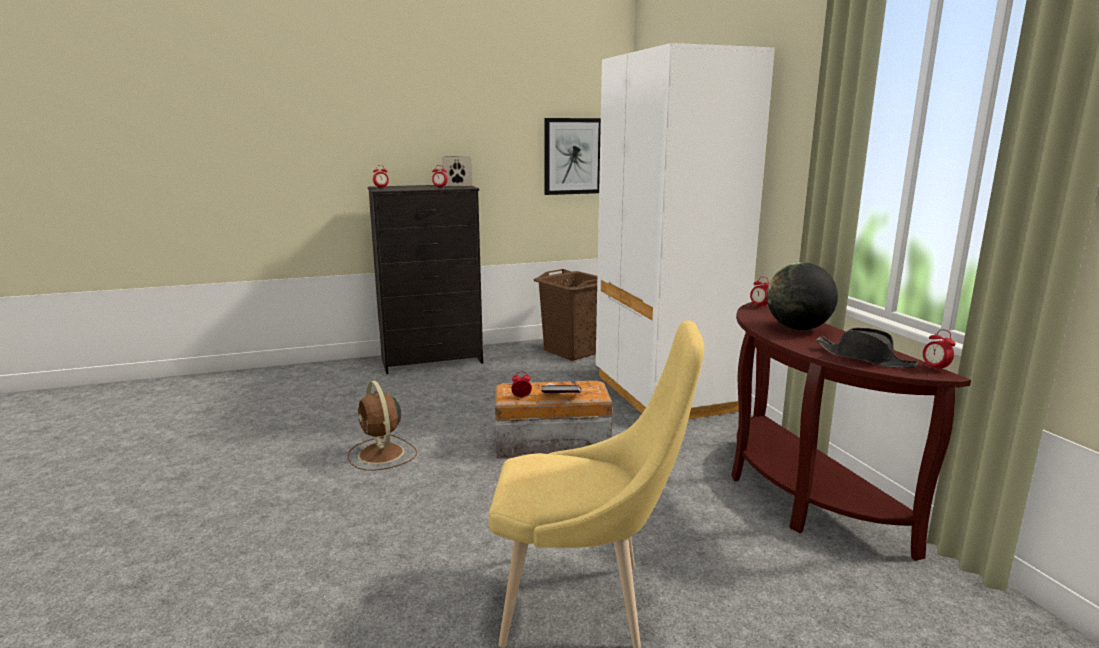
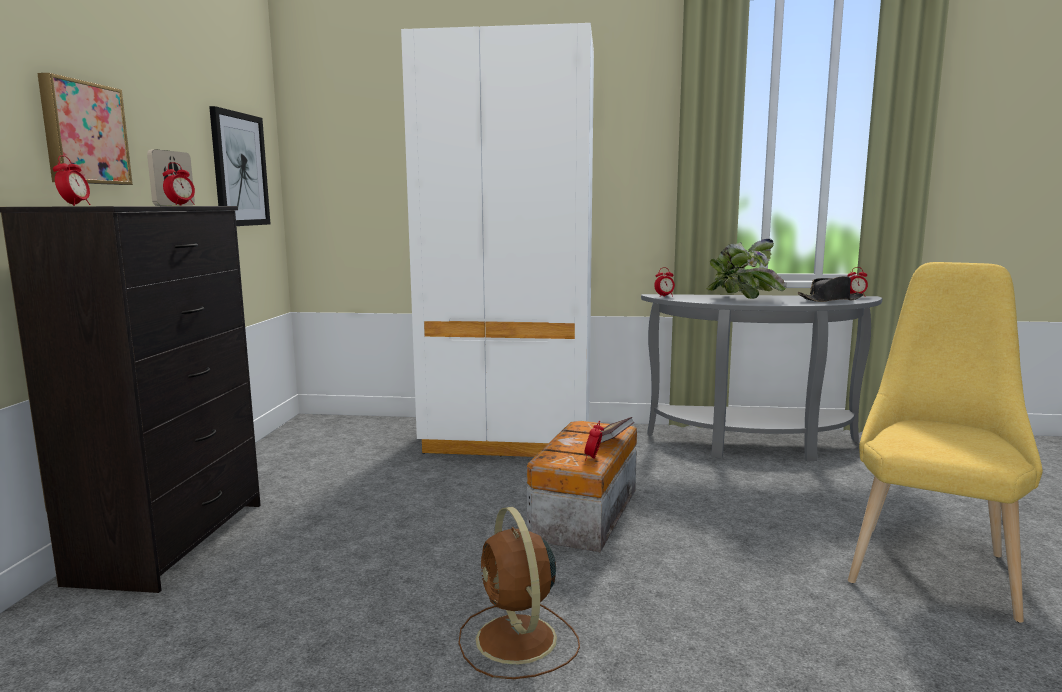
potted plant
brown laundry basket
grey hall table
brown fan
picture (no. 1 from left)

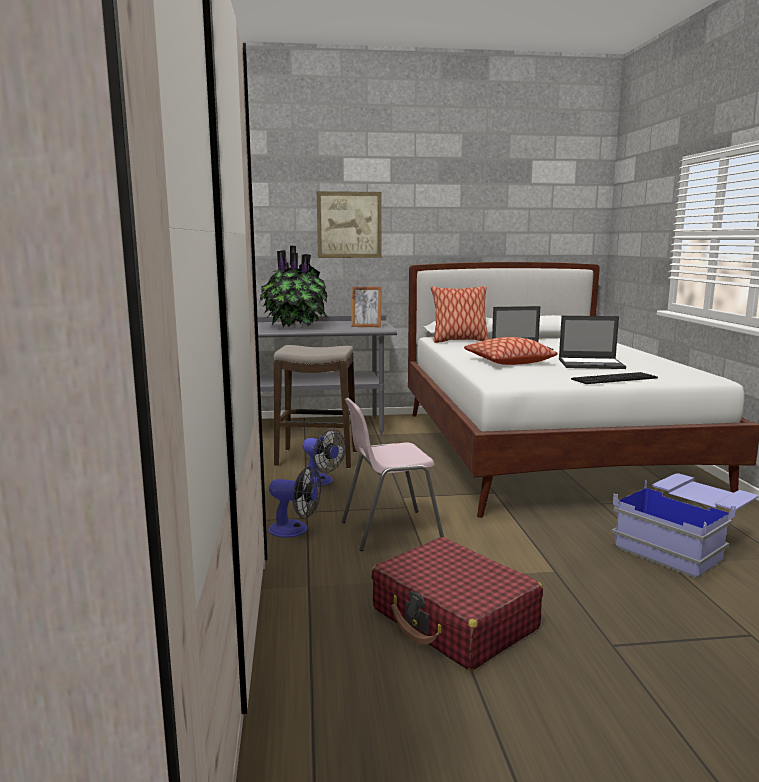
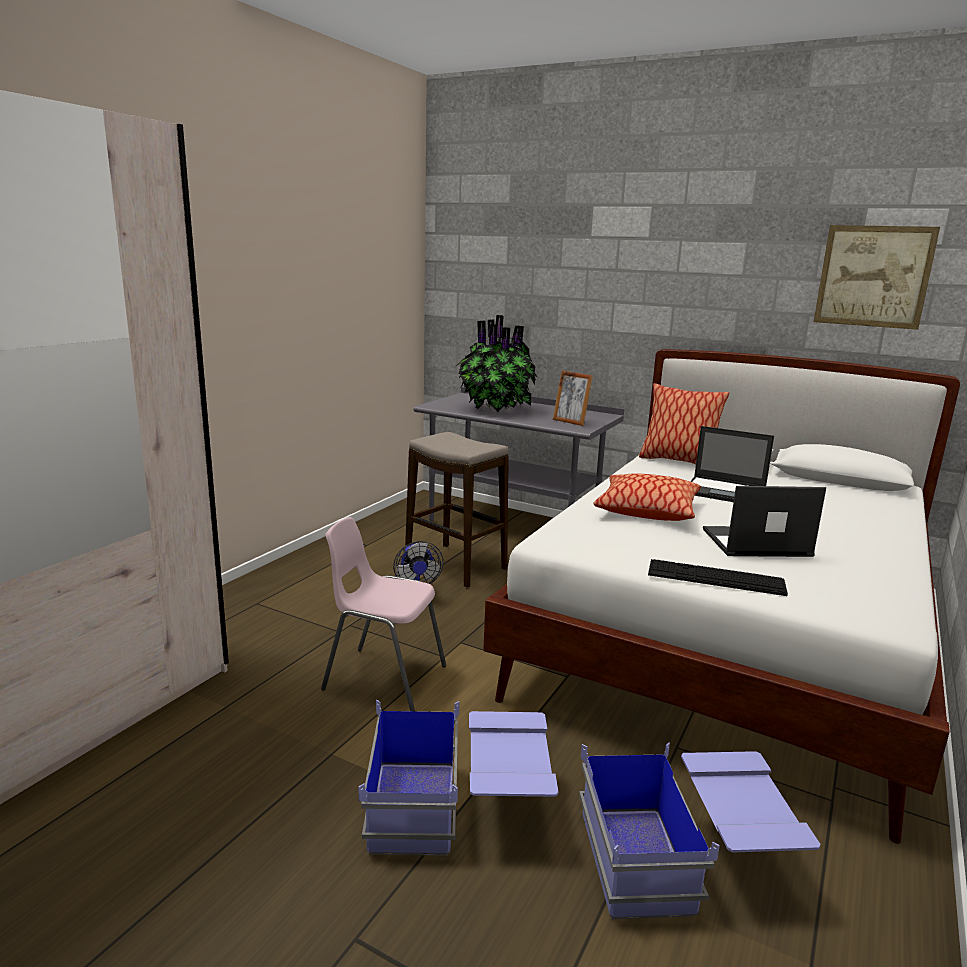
picture
notebook computer (no. 2 from left)
fan (no. 1 from left in the first image)
red-coloured piece of luggage
bluish storage bin (no. 1 from left)

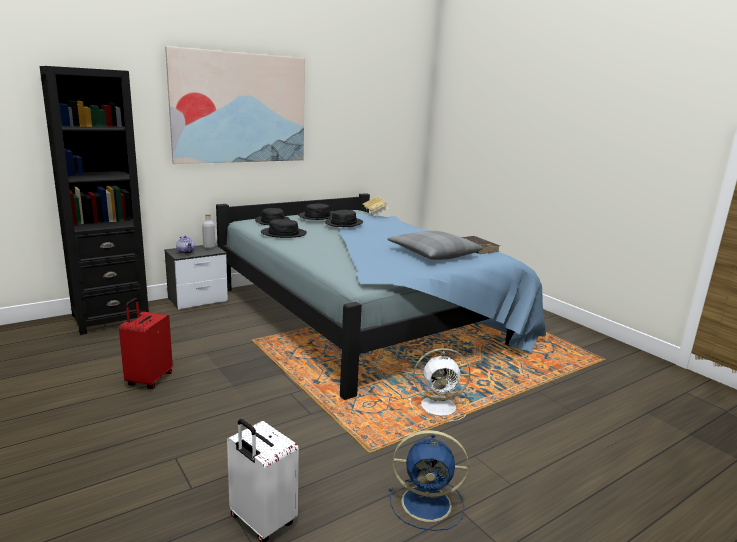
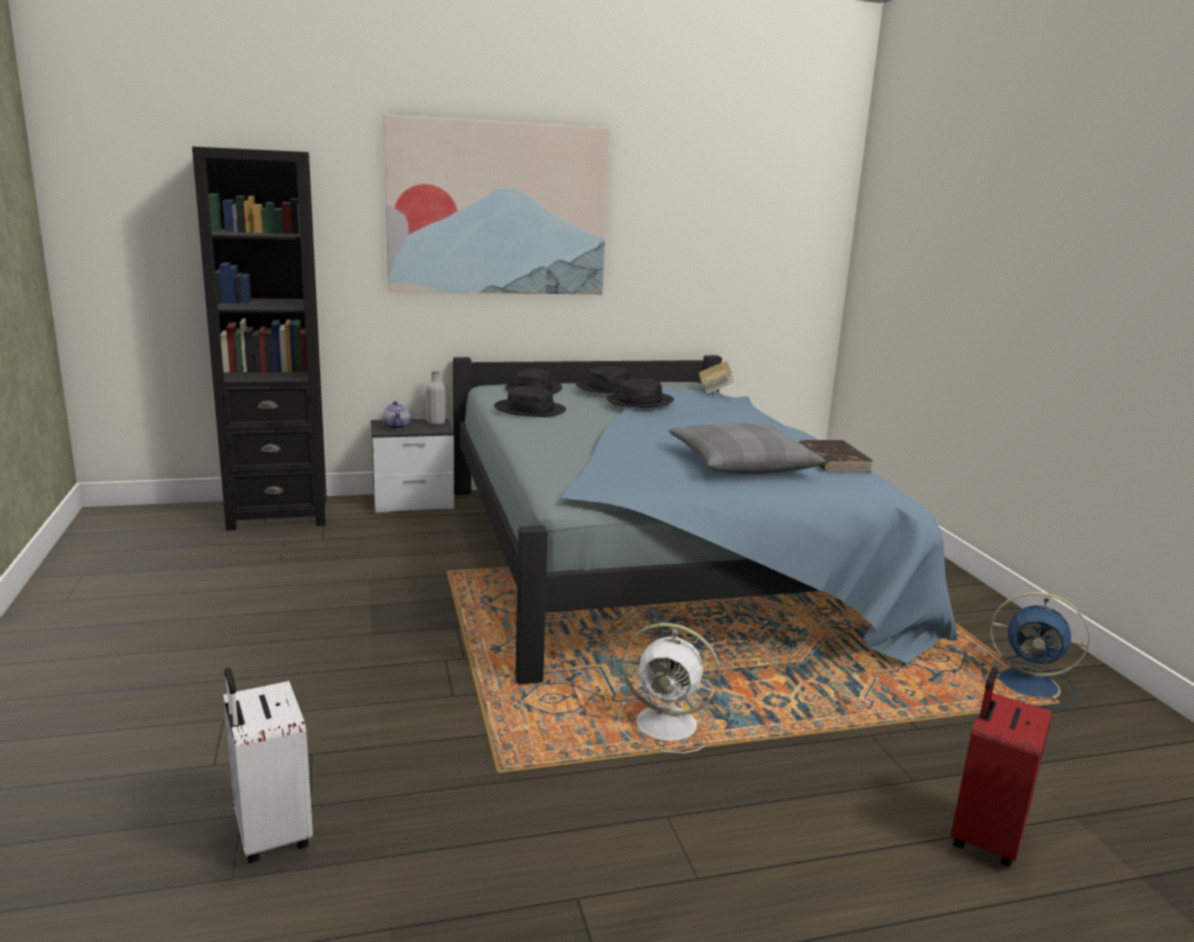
red-coloured piece of luggage
bluish fan

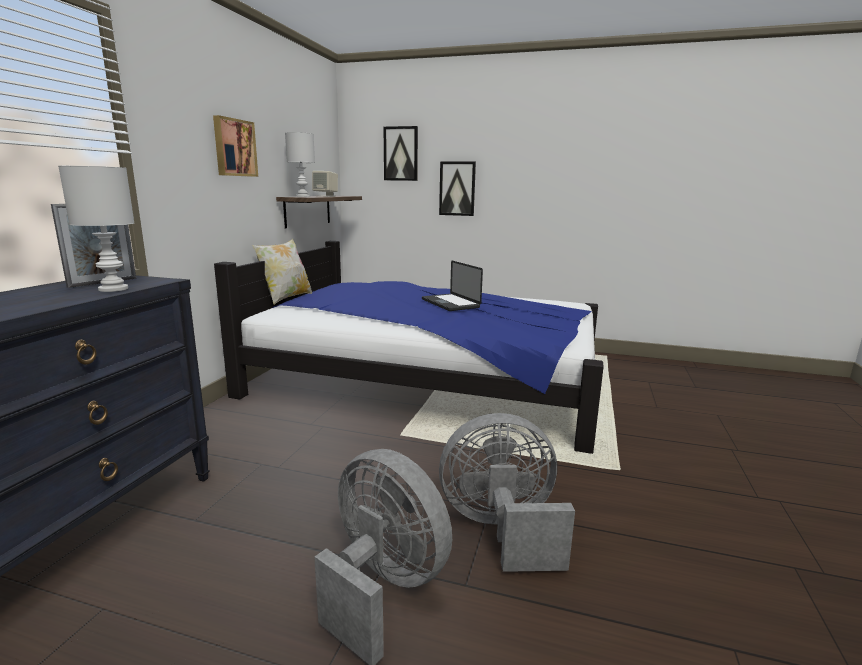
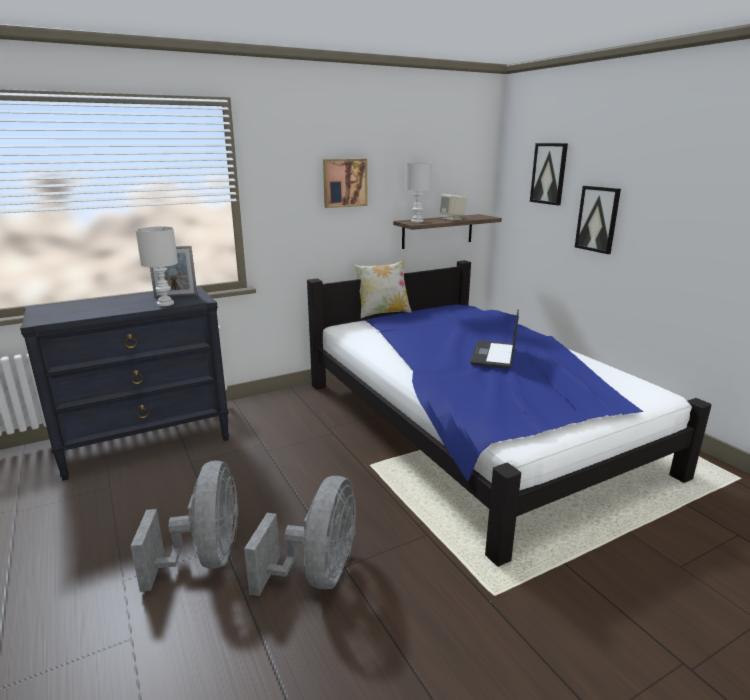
grey fan (no. 2 from left)

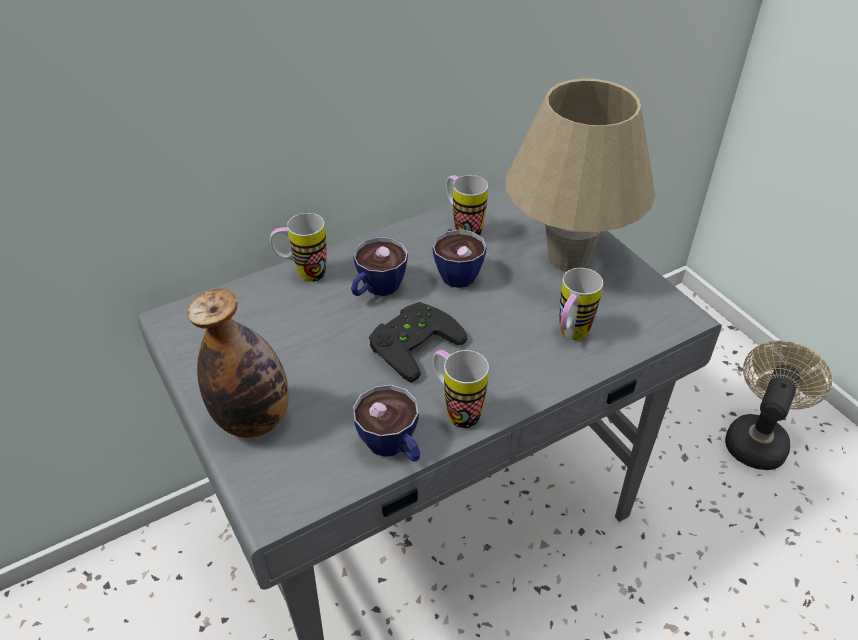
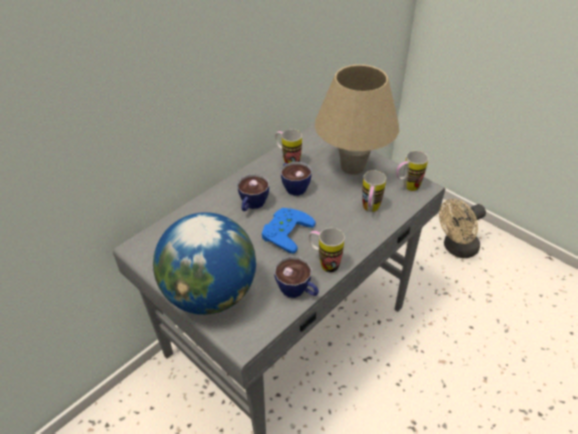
coffee mug (no. 4 from left)
desk globe
bluish game controller
sand-coloured fan

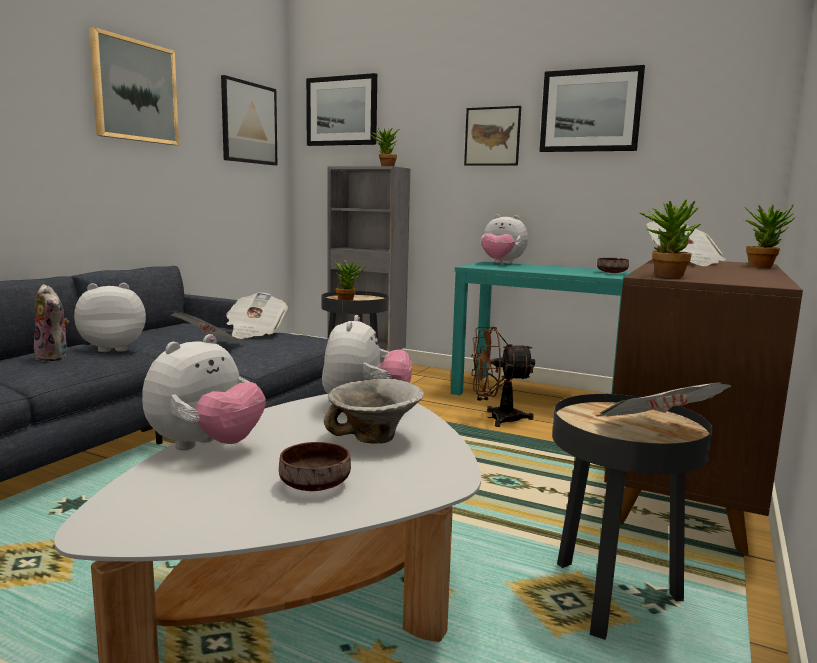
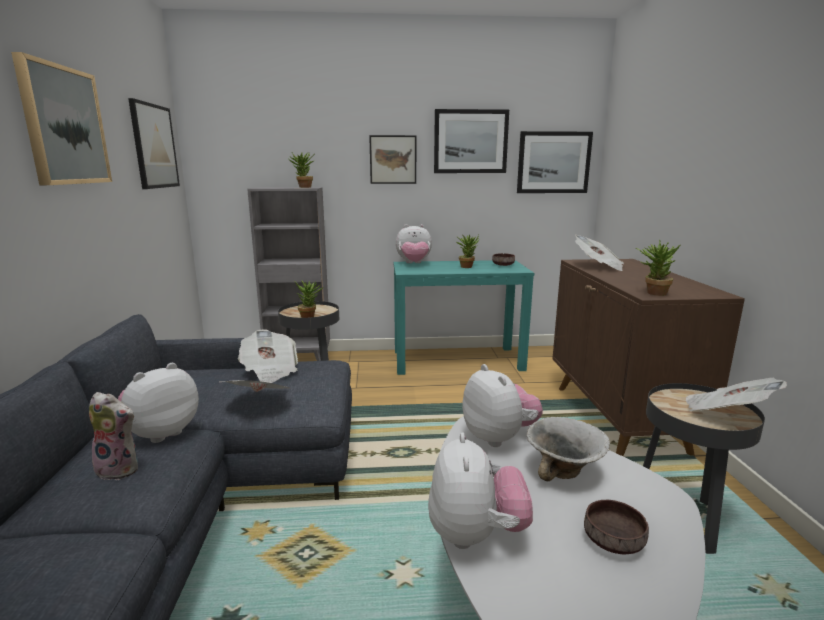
picture (no. 5 from left)
potted plant (no. 3 from left)
brown fan

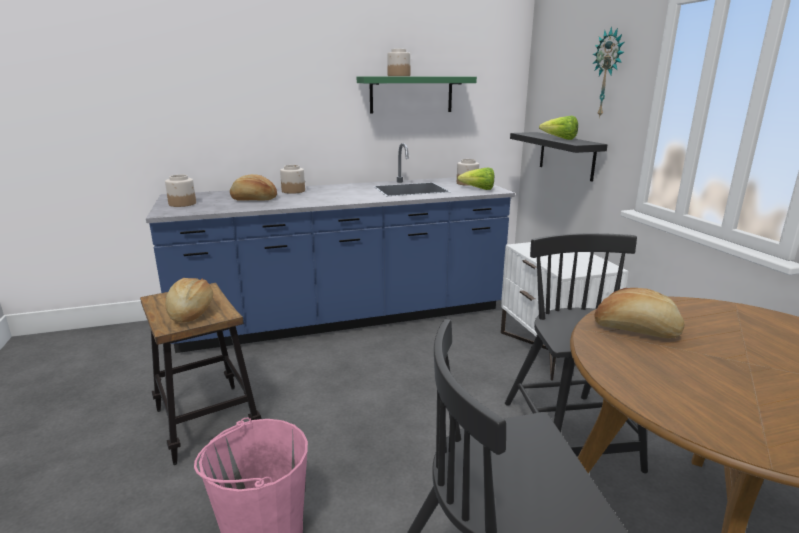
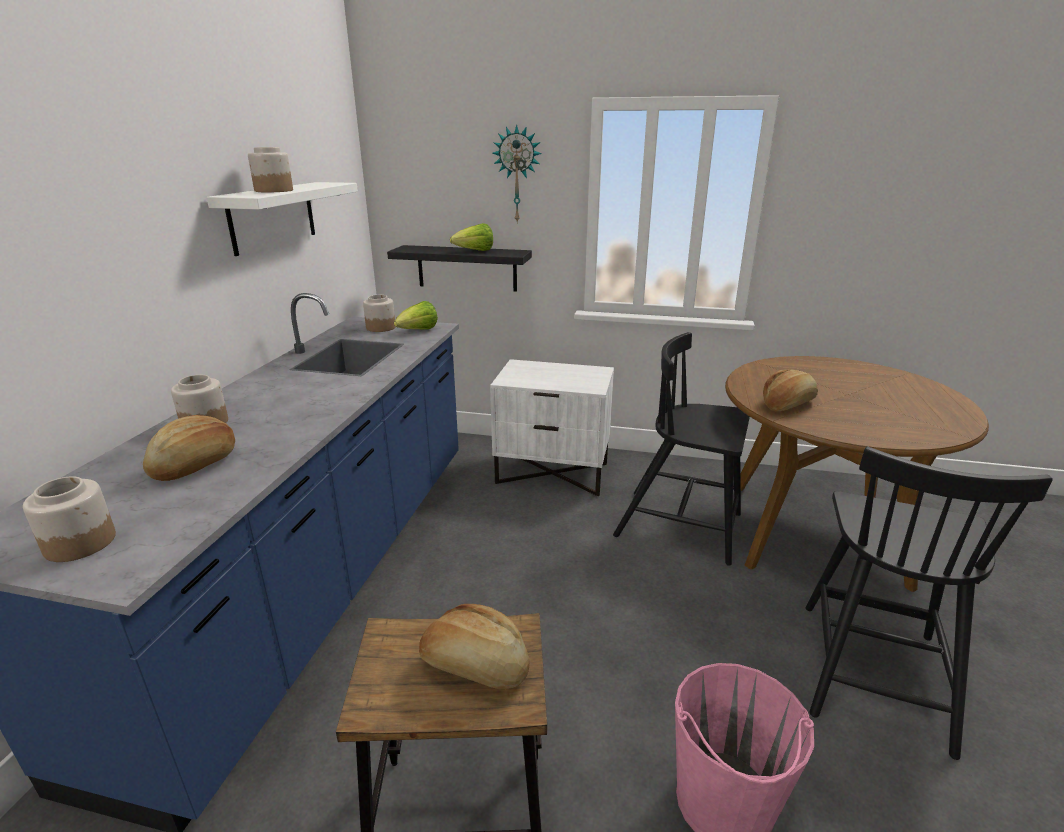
whitish wall shelf

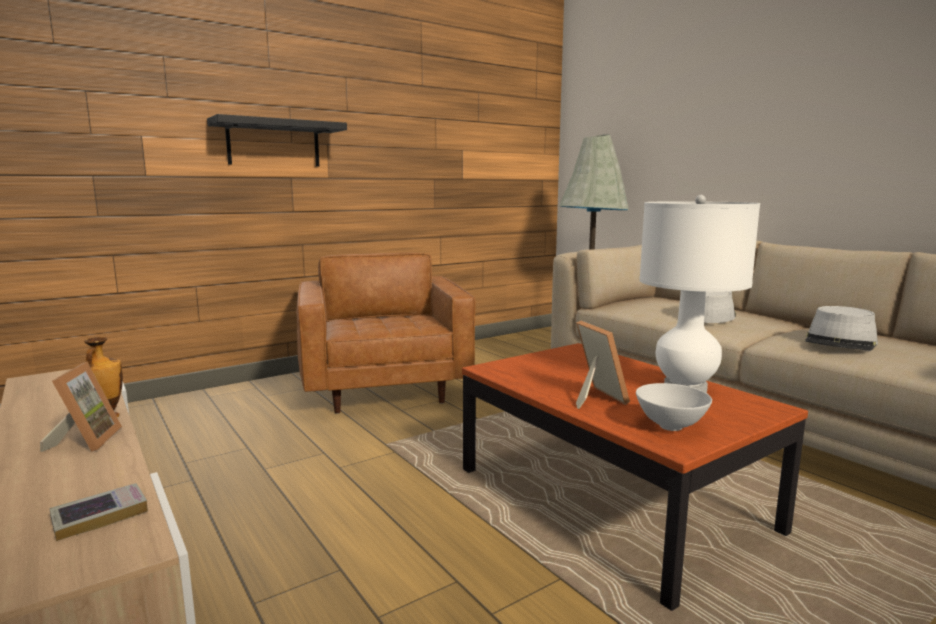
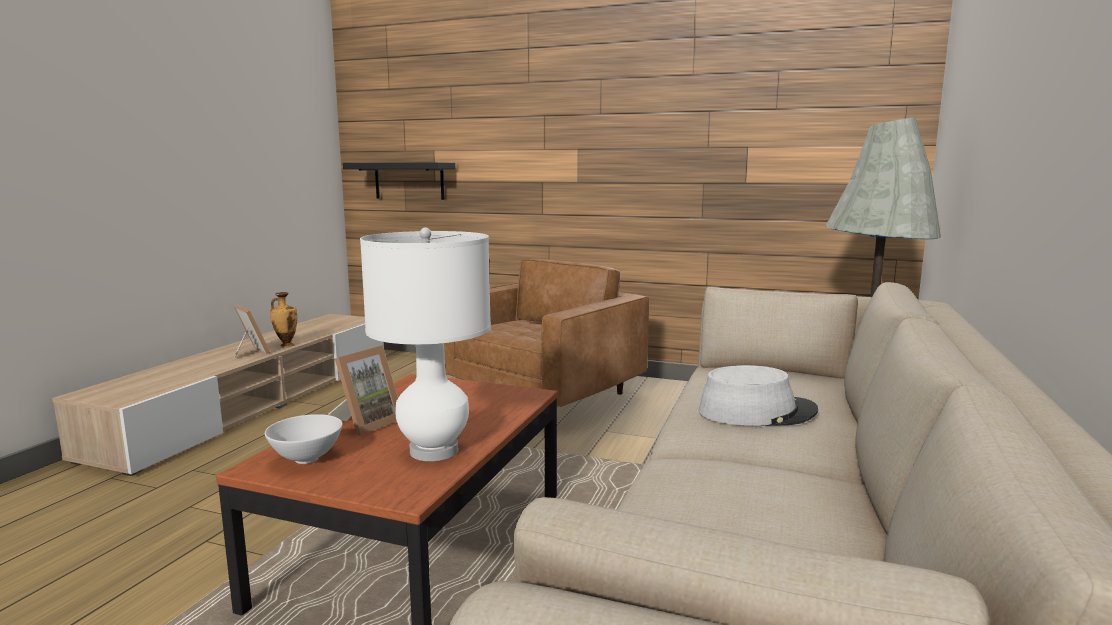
black-coloured wall shelf
grey wearable hat (no. 2 from left in the first image)
photo frame (no. 1 from left)
volume

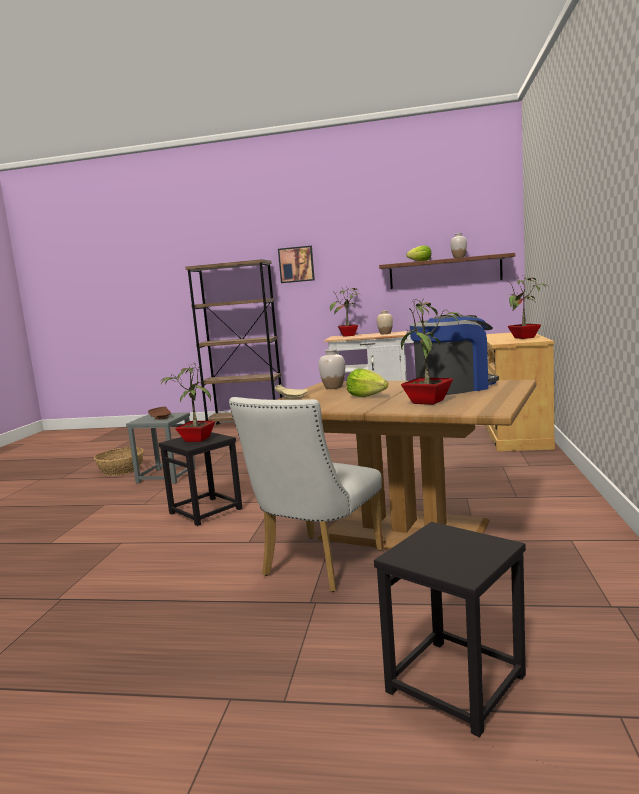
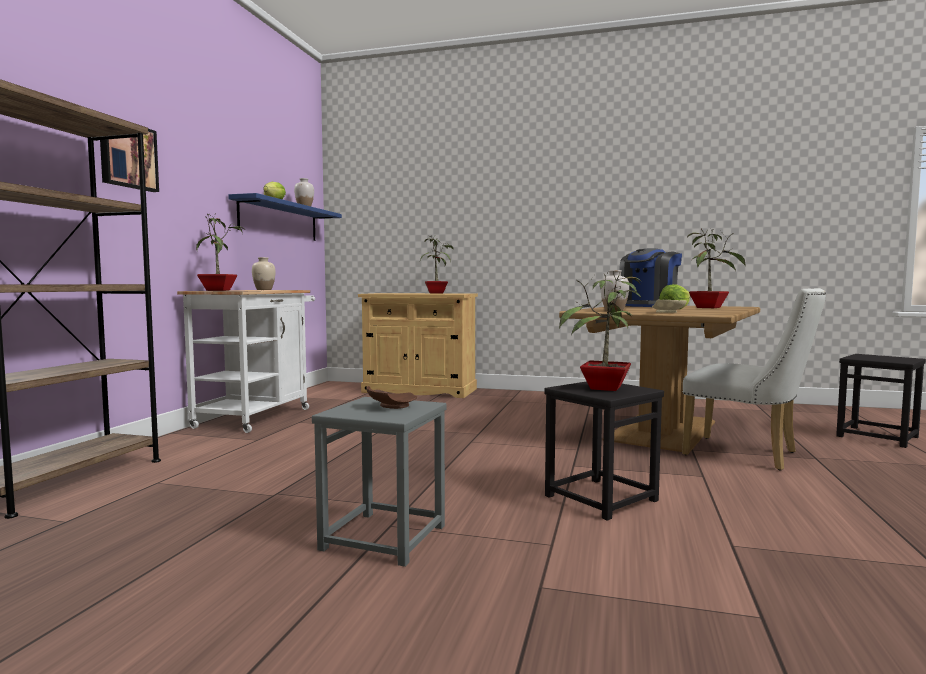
bluish wall shelf
coffee brewer
storage basket

